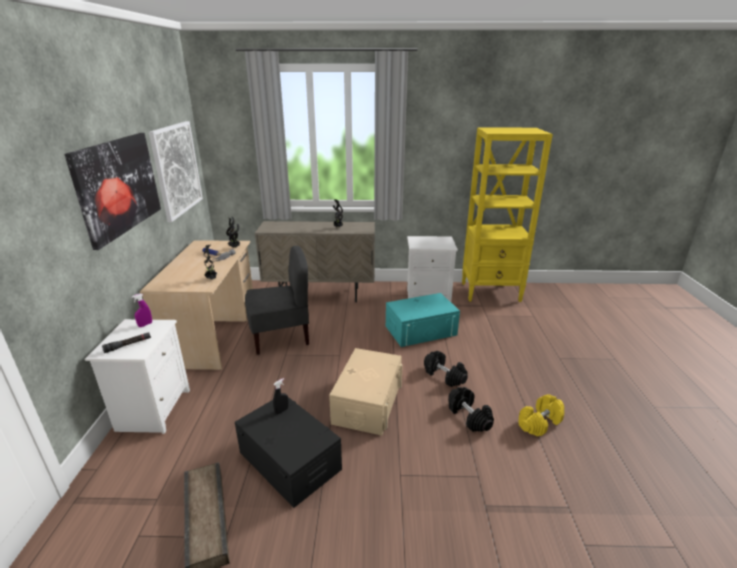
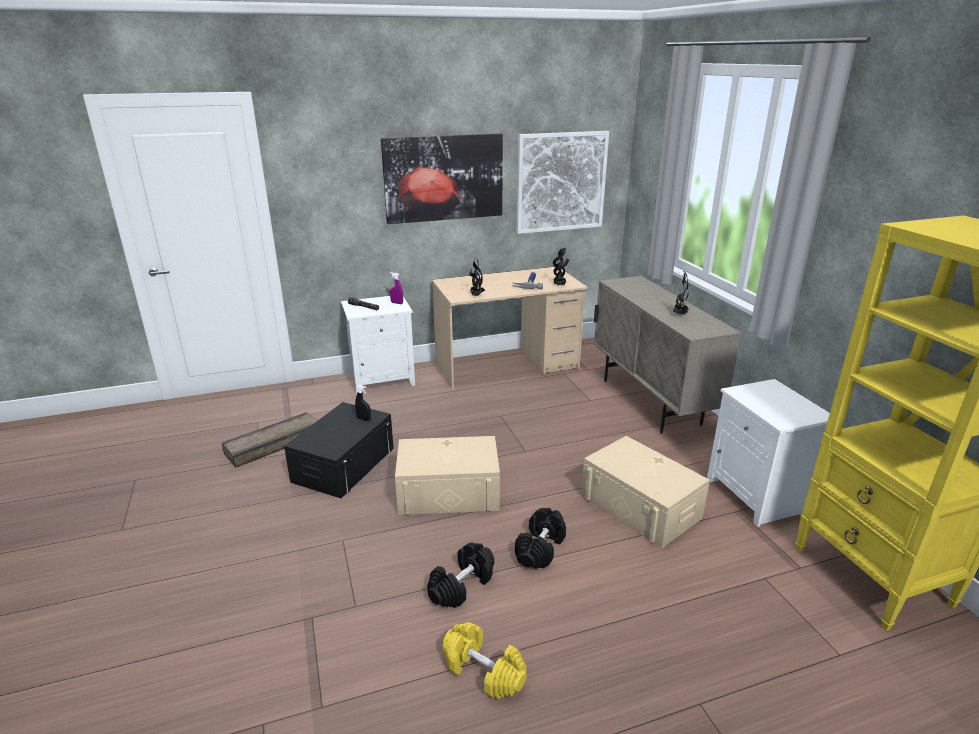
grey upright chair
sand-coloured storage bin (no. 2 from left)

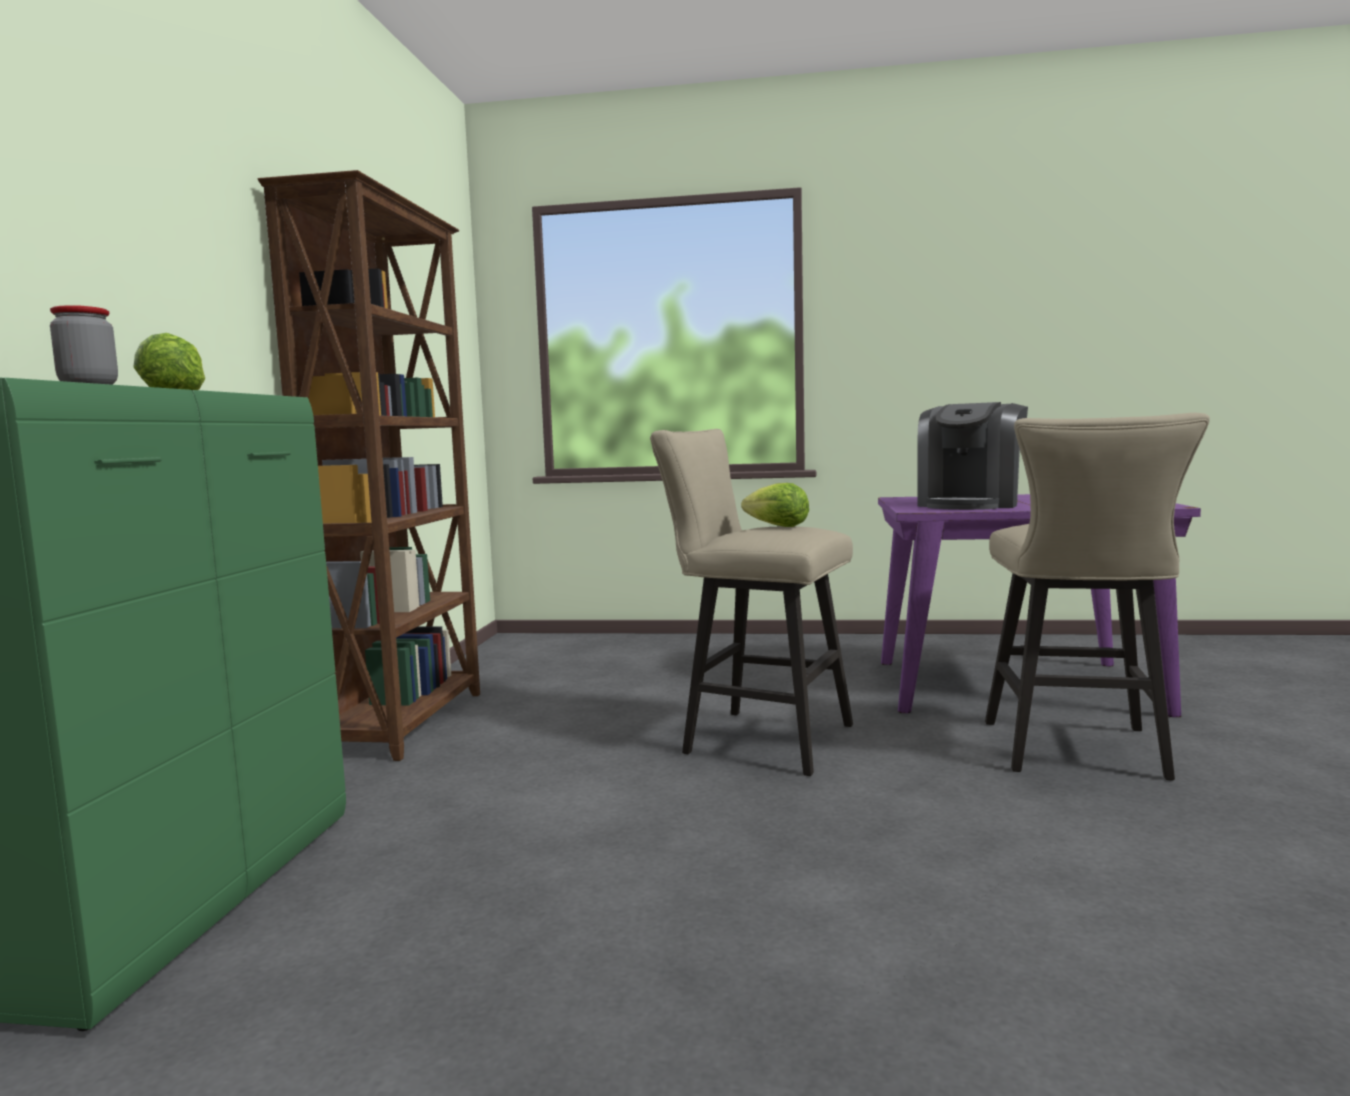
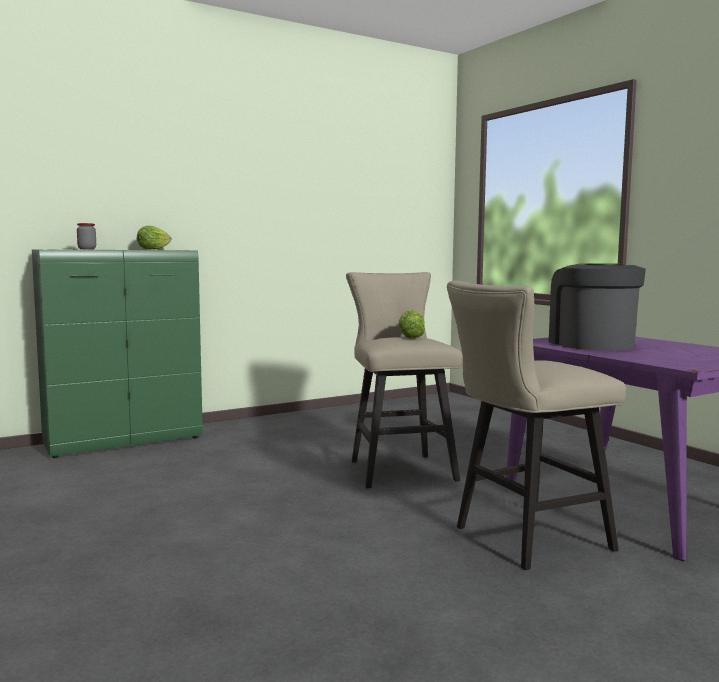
brown shelving unit
coffee brewer

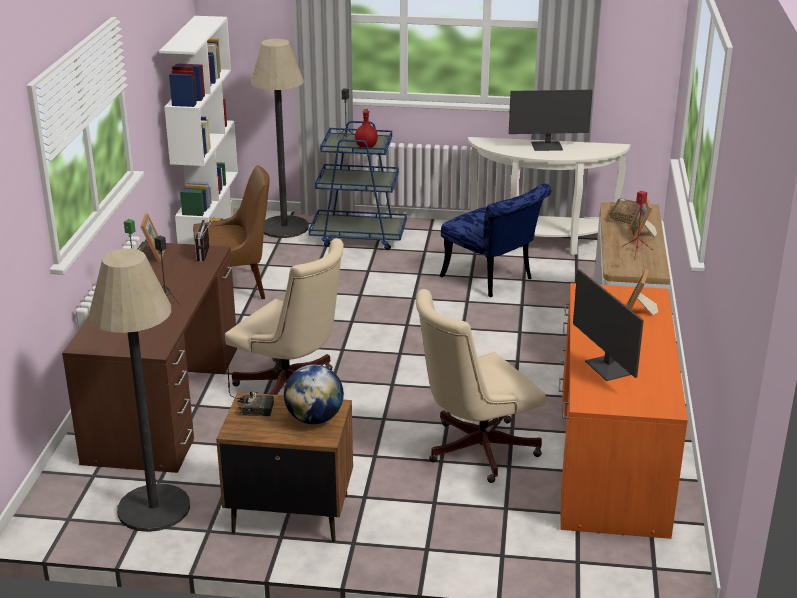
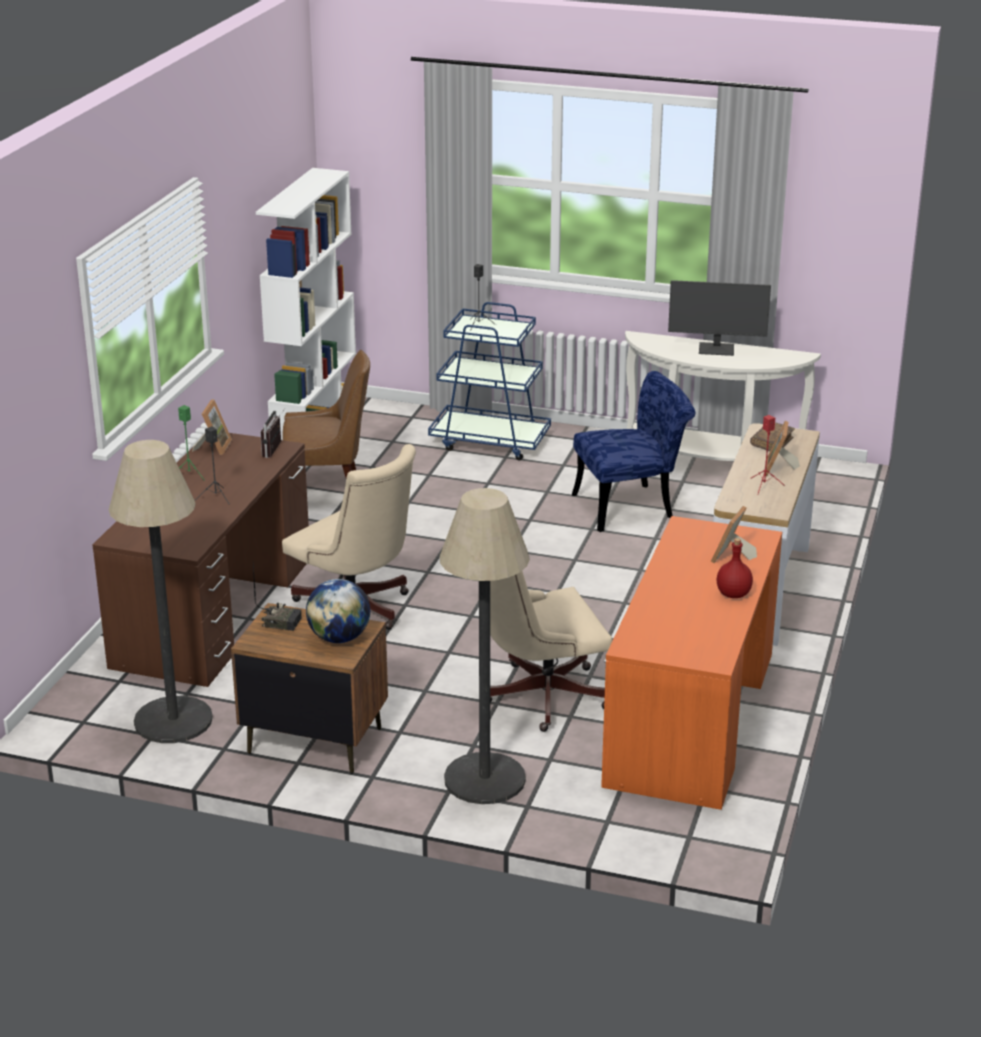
floor lamp (no. 2 from left)
red-coloured drink bottle
bluish upright chair
computer display (no. 2 from left in the first image)

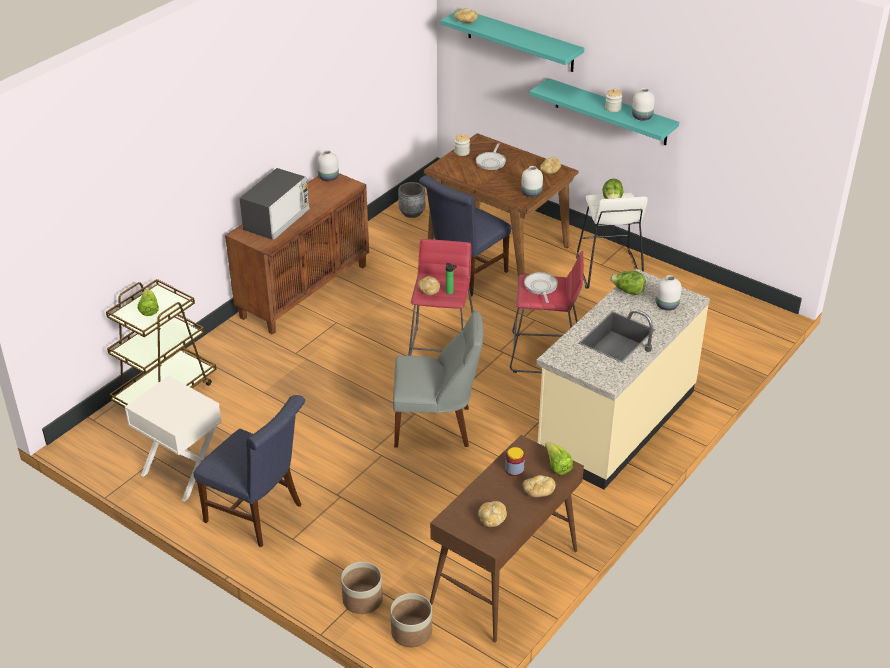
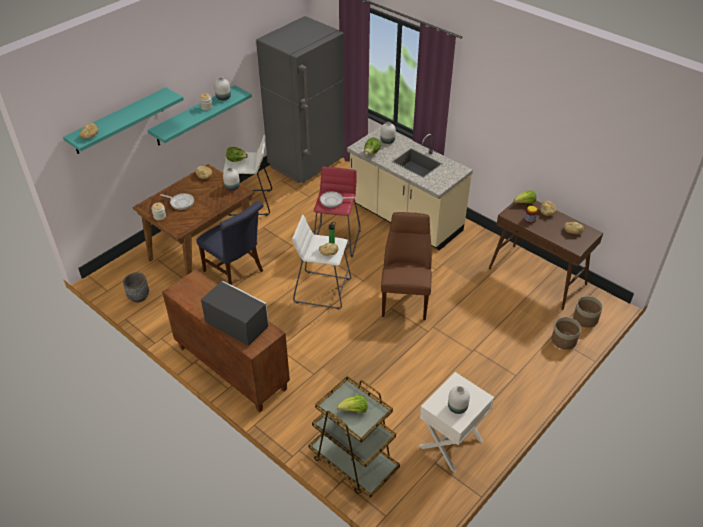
whitish vase (no. 4 from left)
whitish sitting stool (no. 2 from left)
brown upright chair
bluish upright chair (no. 1 from left in the first image)
grey fridge

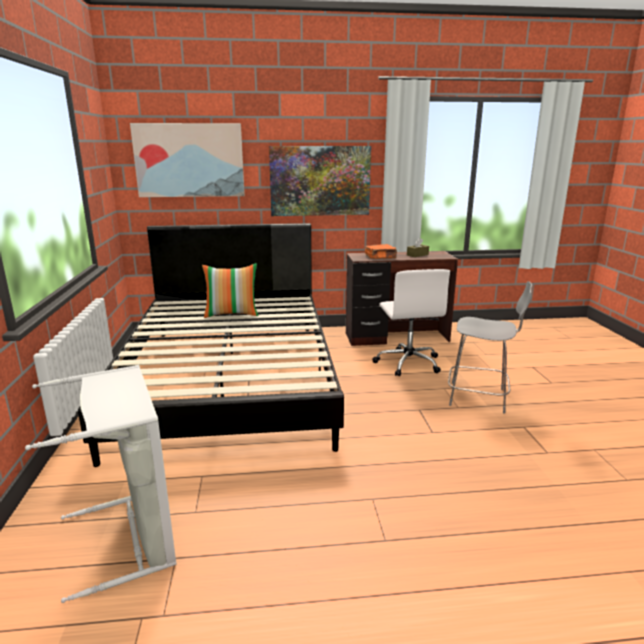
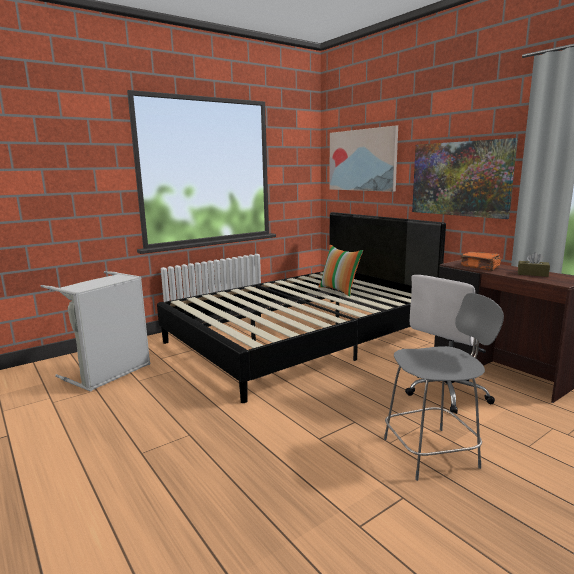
grey upright chair

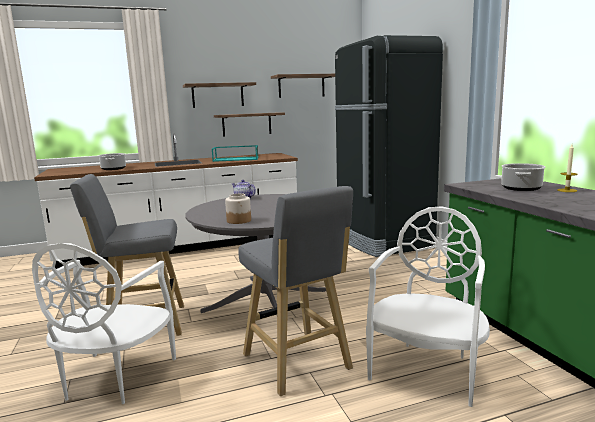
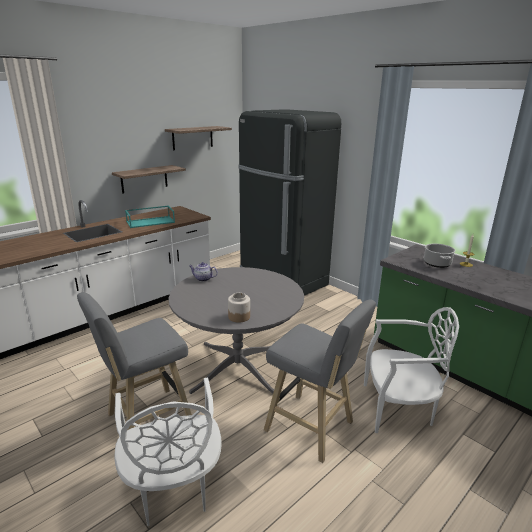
wall shelf (no. 1 from left in the first image)
cooking pot (no. 1 from left in the first image)
whitish upright chair (no. 2 from left)

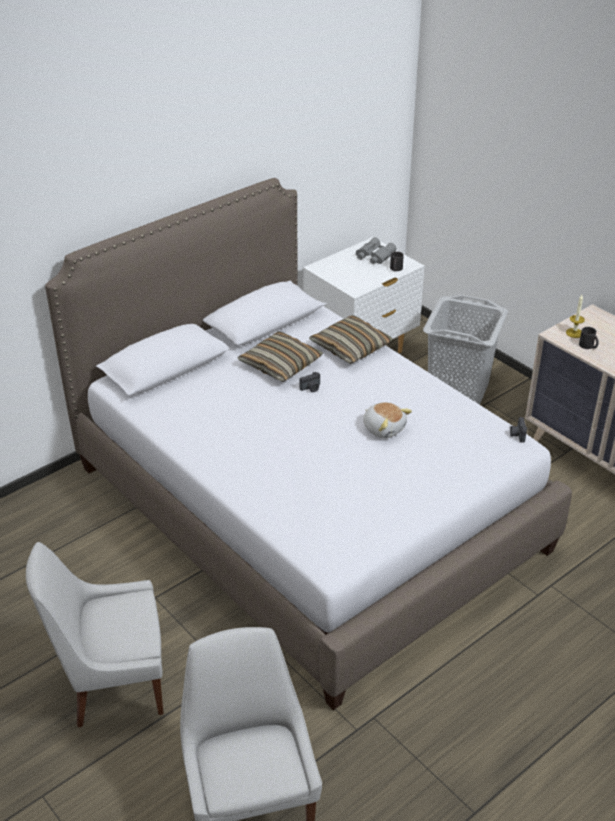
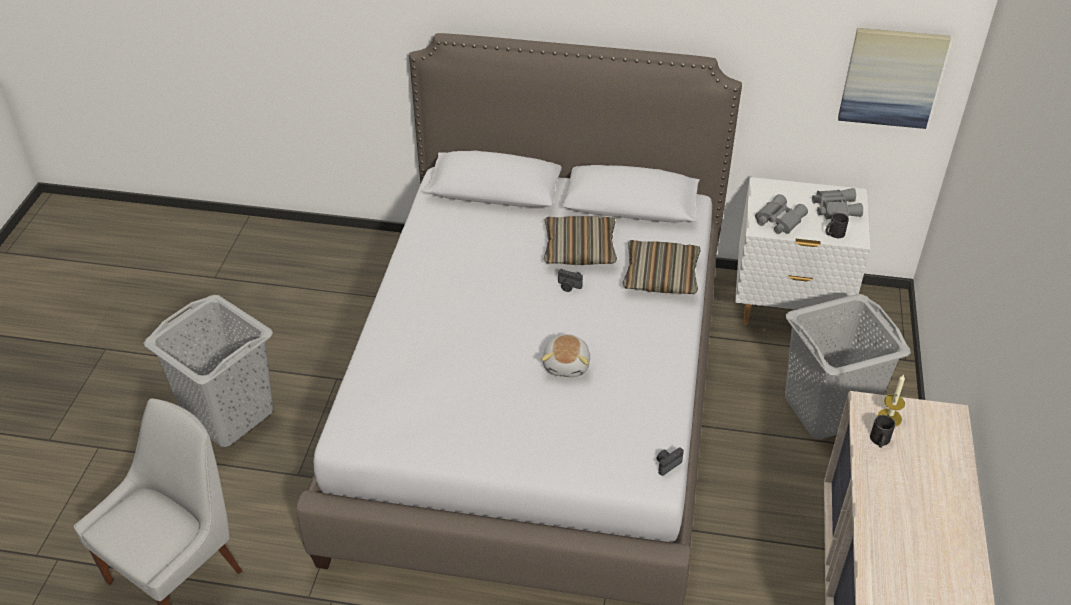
grey laundry basket (no. 1 from left)
picture
grey binoculars (no. 1 from left)

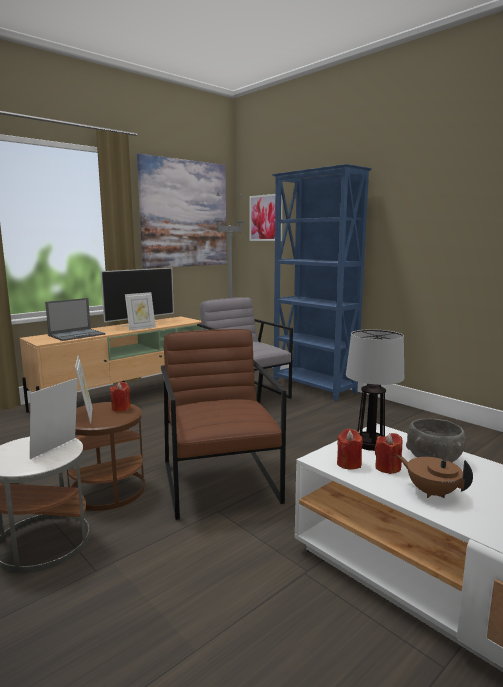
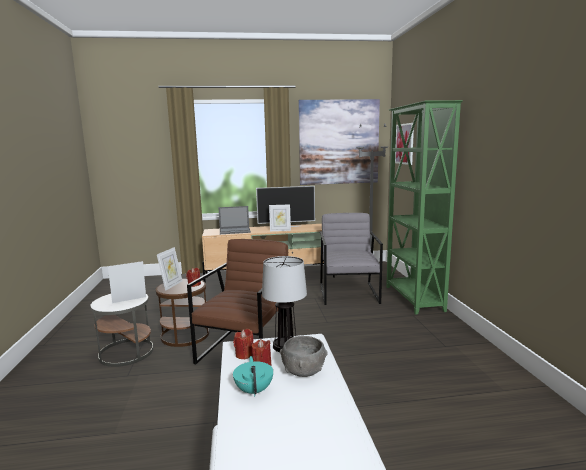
greenish shelving unit
blue-green teapot

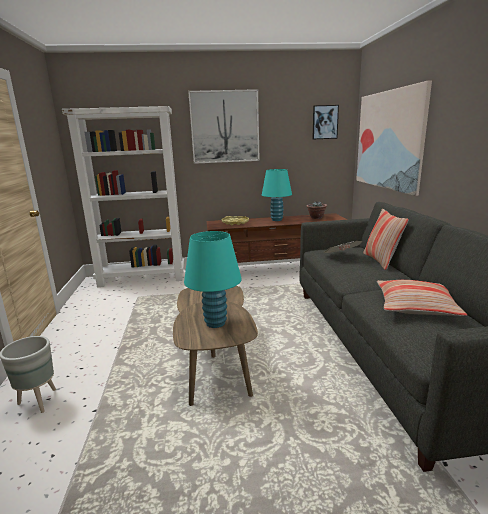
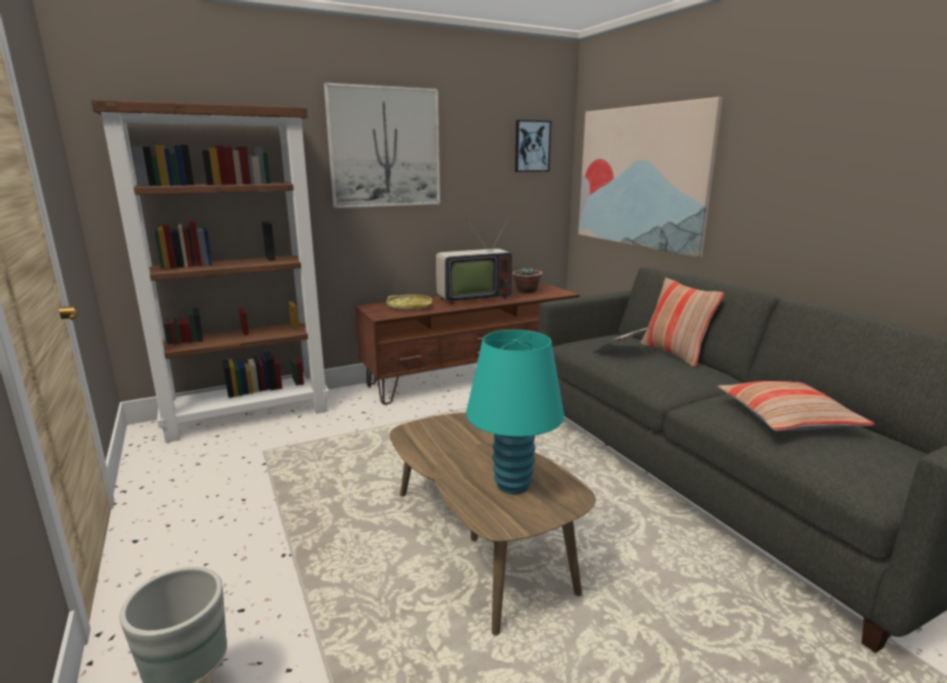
brown shelving unit
TV set

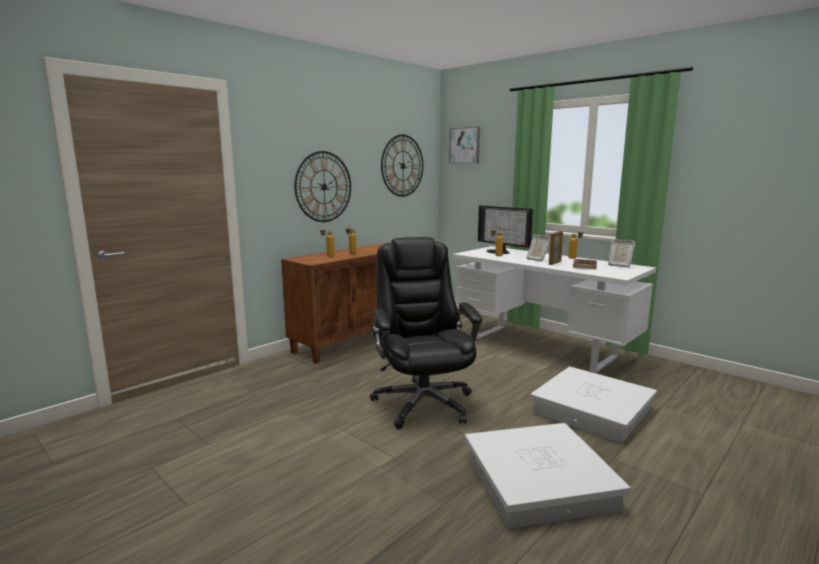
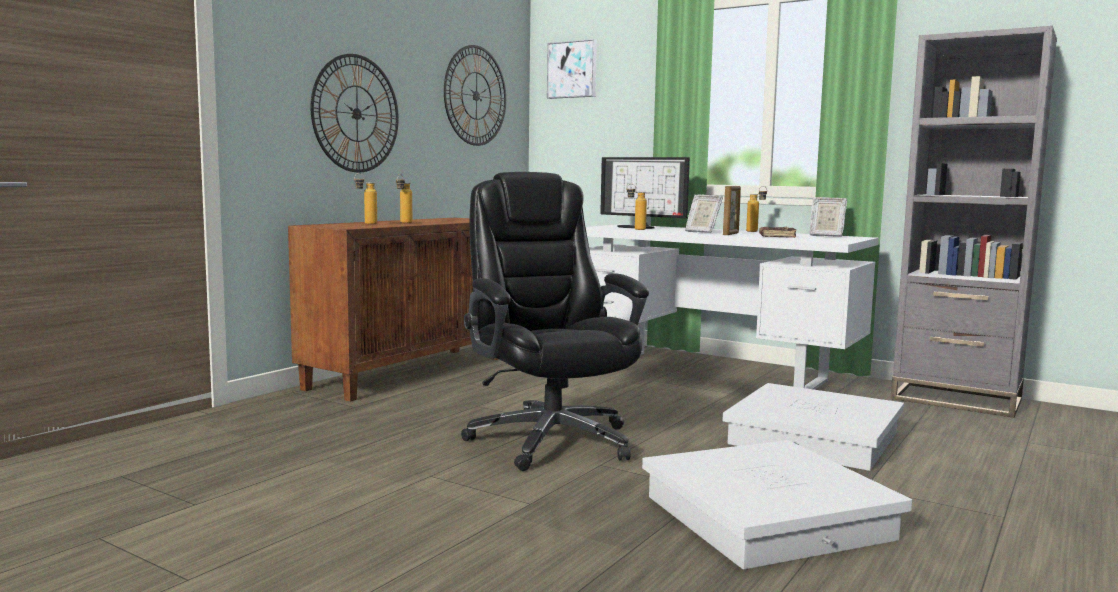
grey shelving unit

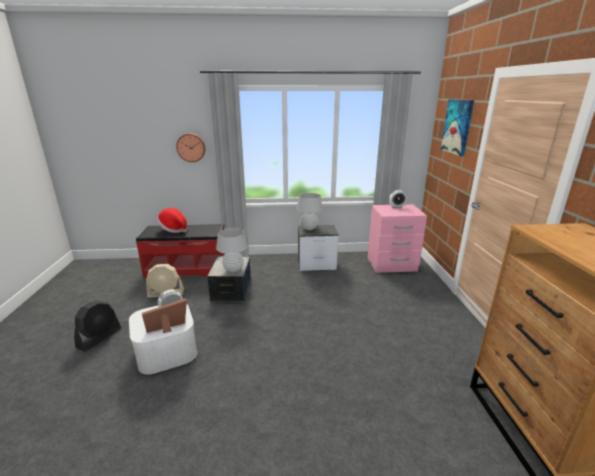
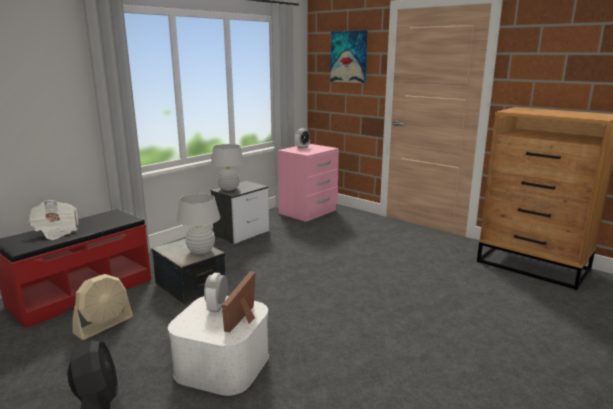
hanging clock
newspaper

